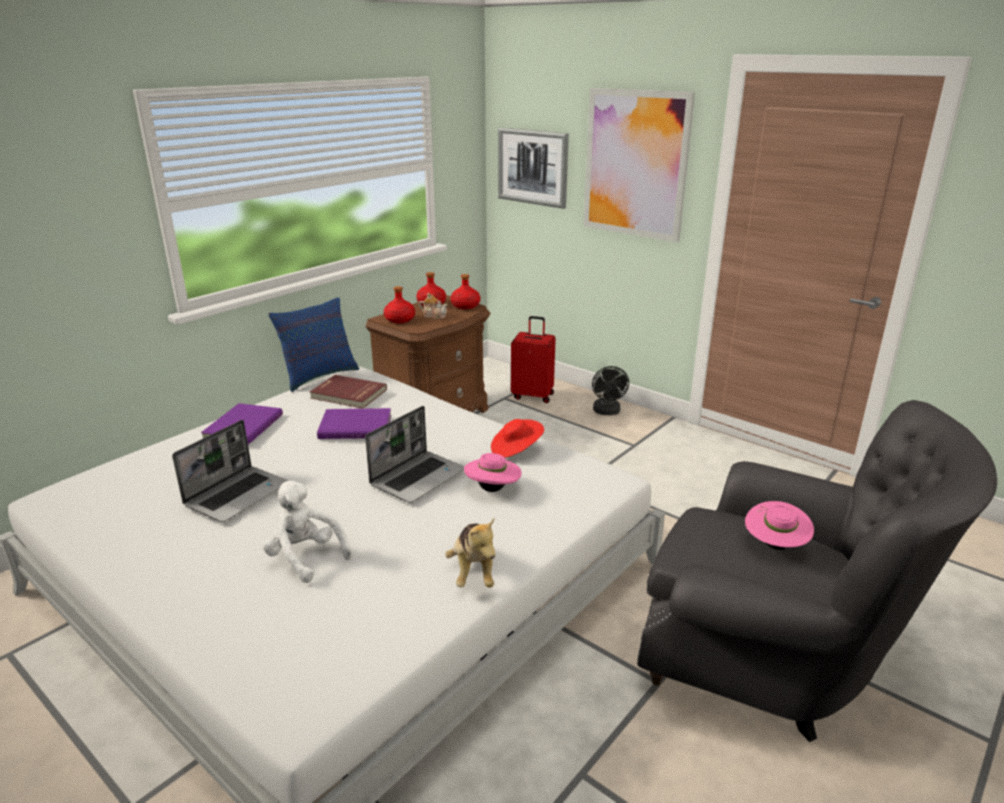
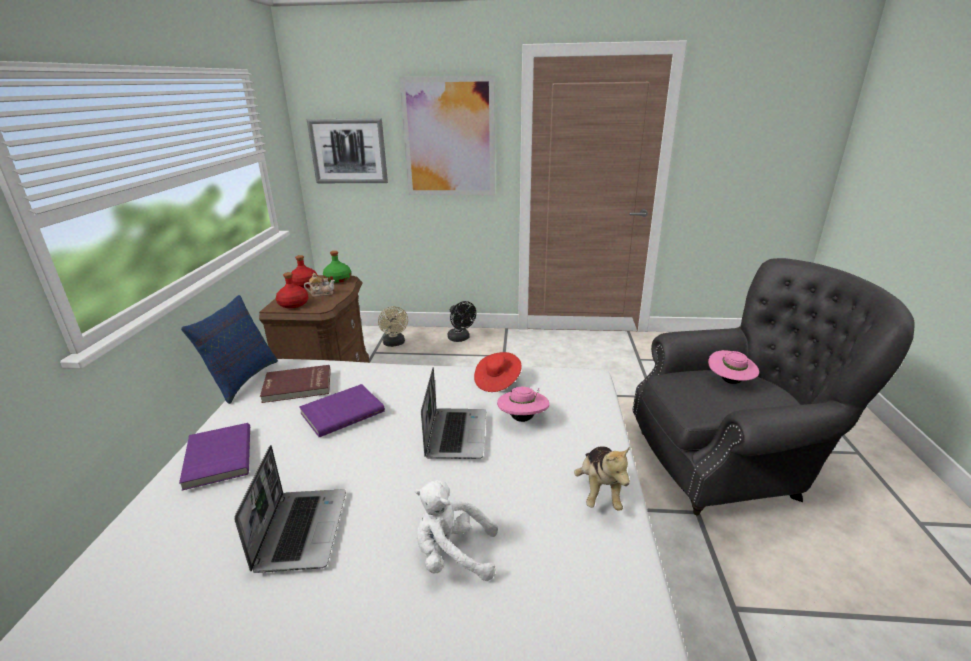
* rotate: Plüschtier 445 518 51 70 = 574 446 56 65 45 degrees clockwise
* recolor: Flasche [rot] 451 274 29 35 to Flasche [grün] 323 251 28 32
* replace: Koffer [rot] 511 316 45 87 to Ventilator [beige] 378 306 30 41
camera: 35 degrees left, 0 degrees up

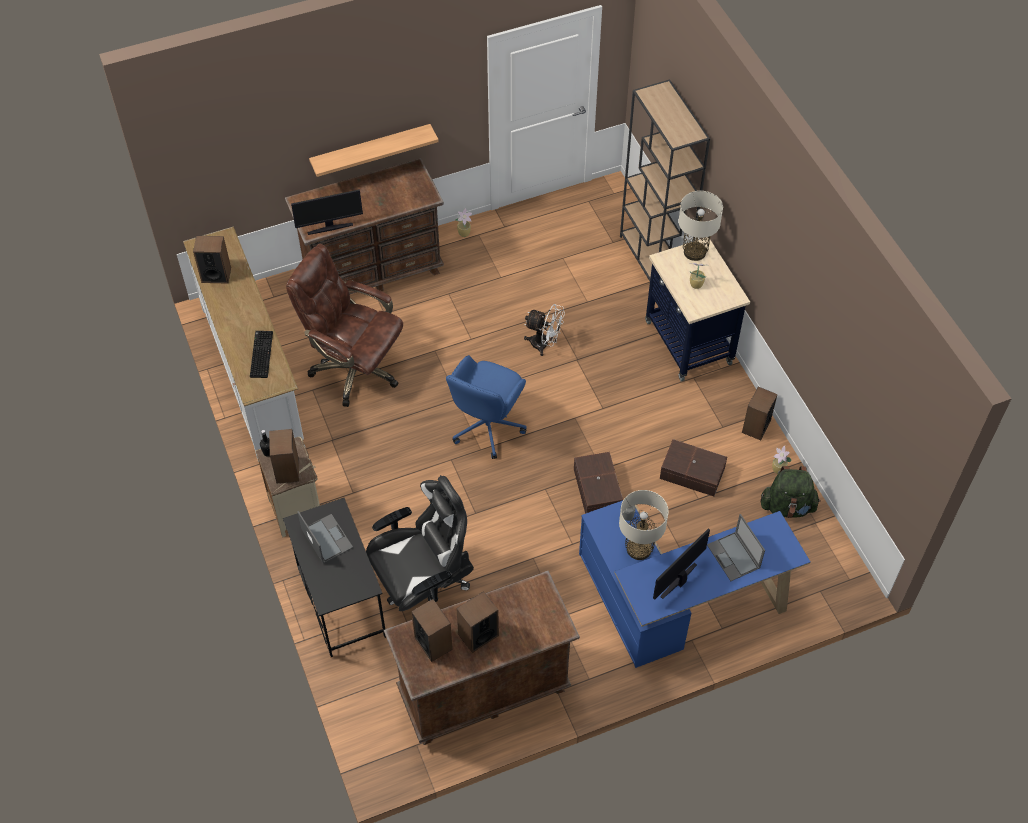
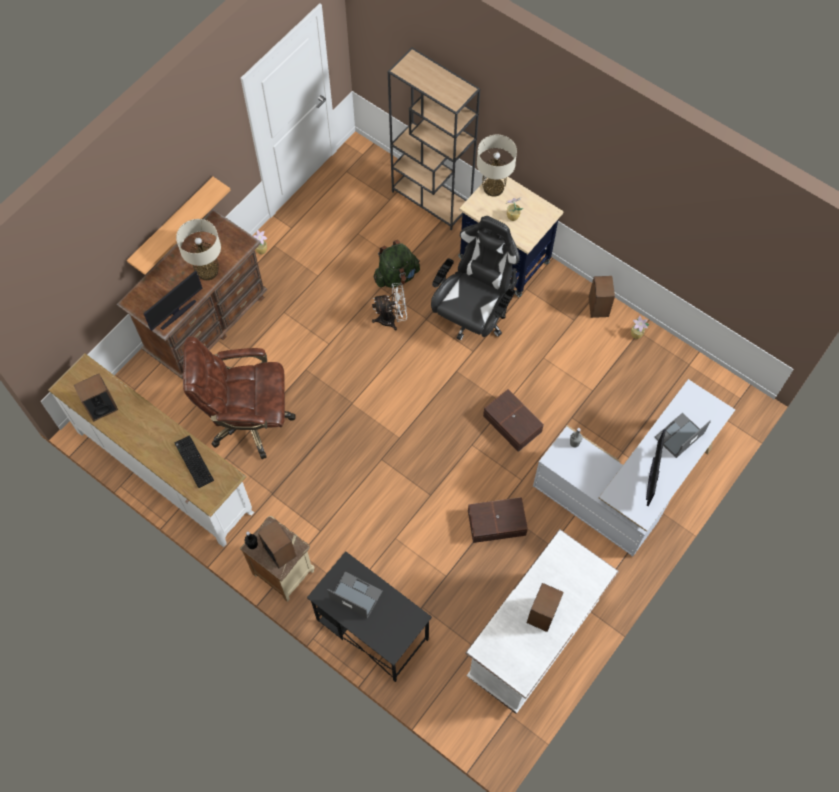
* move: Bürostuhl [schwarz] 366 475 108 136 to 431 216 89 125
* recolor: Kommode [braun] 384 571 196 174 to Kommode [weiß] 465 529 154 185
* delete: Lautsprecher 411 599 42 63
* delete: Bürostuhl [blau] 446 355 81 104
* recolor: Schreibtisch [blau] 579 500 231 168 to Schreibtisch [weiß] 533 379 202 178
* move: Tischlampe 619 490 49 70 to 176 219 45 61
* move: Aufbewahrungsbox [braun] 660 439 67 57 to 468 497 60 46
* rotate: Laptop 707 514 58 67 = 655 413 56 45 105 degrees clockwise
* move: Rucksack [grün] 761 466 60 52 to 374 240 46 48
camera: 30 degrees left, 10 degrees up

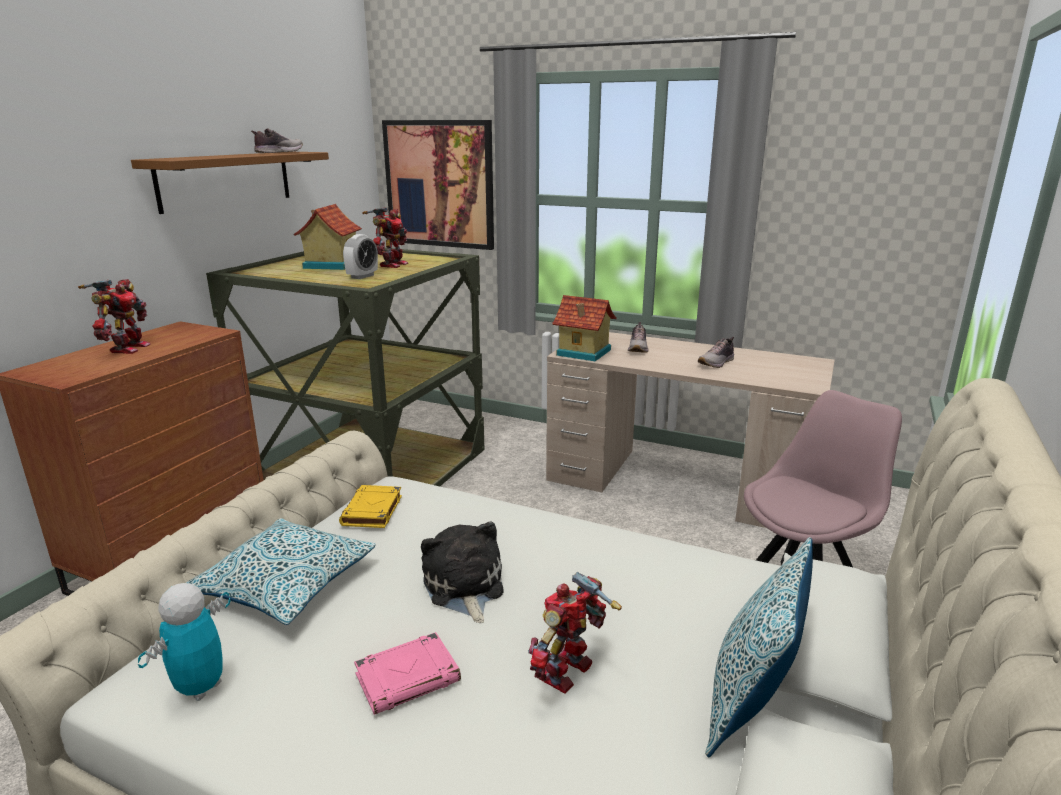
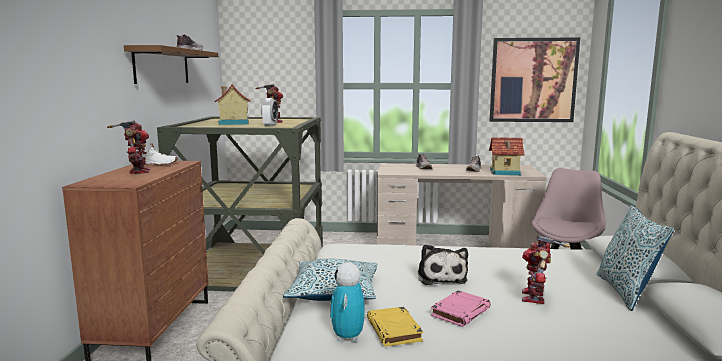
* move: Buch [gelb] 339 485 63 43 to 367 307 56 40
* move: Bild 382 120 112 130 to 490 38 90 84
* rotate: Plüschtier 421 521 83 102 = 418 244 50 41 150 degrees counterclockwise
* move: Spielzeughaus 552 295 65 66 to 489 137 35 38
* insert: Schuh [weiß] 141 143 37 22
camera: 20 degrees left, 10 degrees down

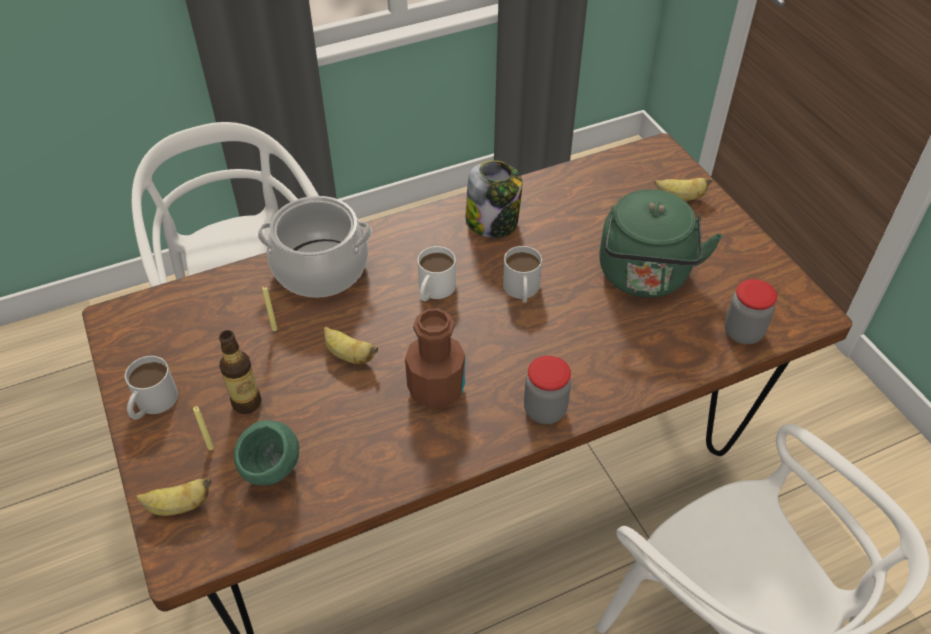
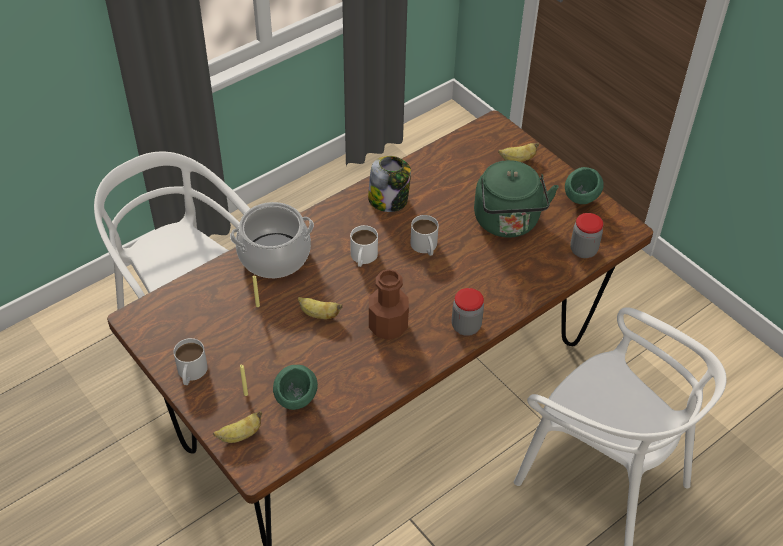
* delete: Flasche 219 330 42 84
* insert: Schüssel [grün] 565 167 39 37
camera: 15 degrees left, 0 degrees up

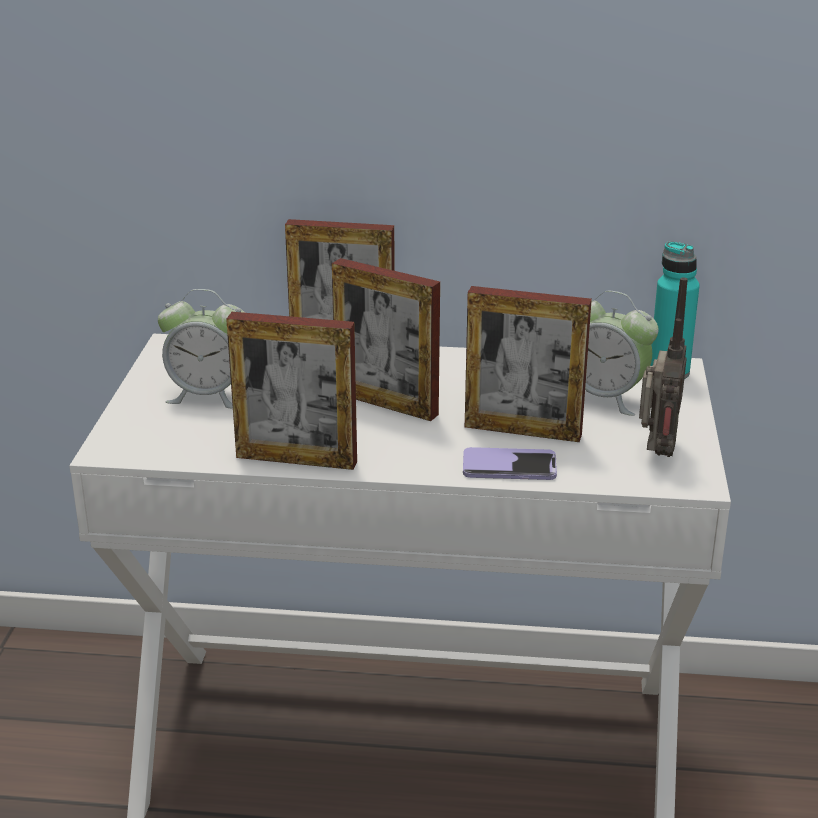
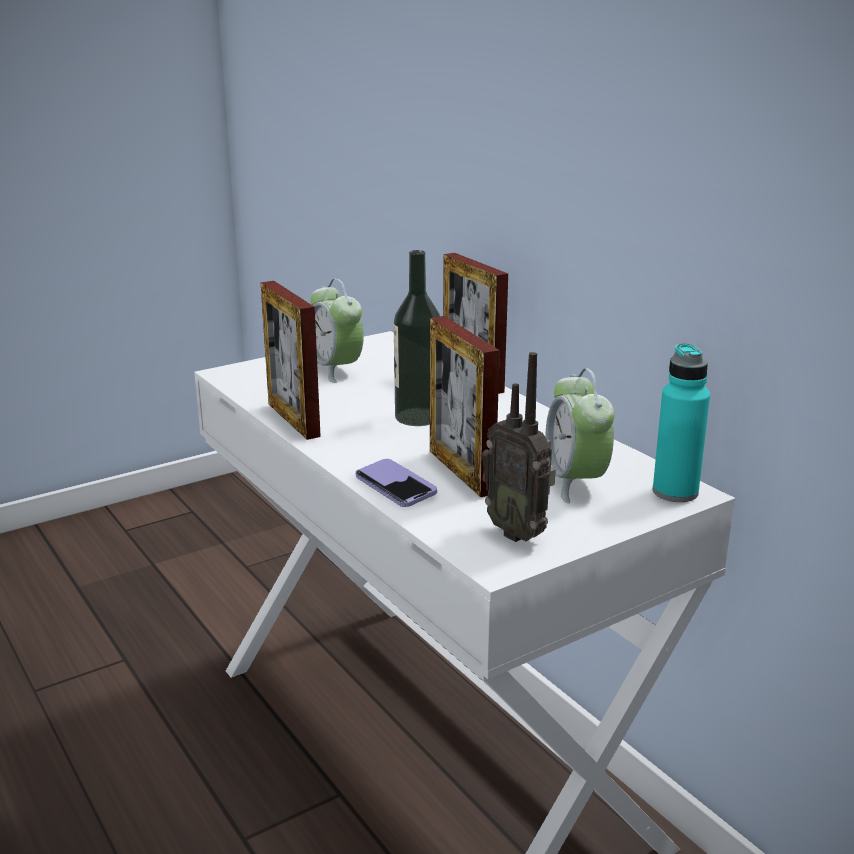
* replace: Bilderrahmen 332 258 108 163 to Flasche 394 250 46 176
* rotate: Radio 639 277 49 180 = 482 352 74 190 75 degrees clockwise
camera: 50 degrees right, 5 degrees down

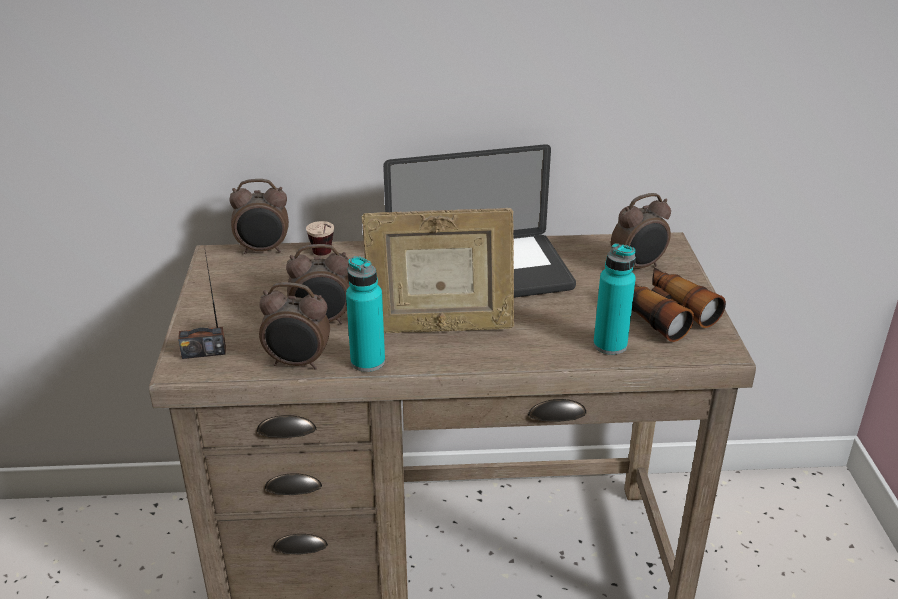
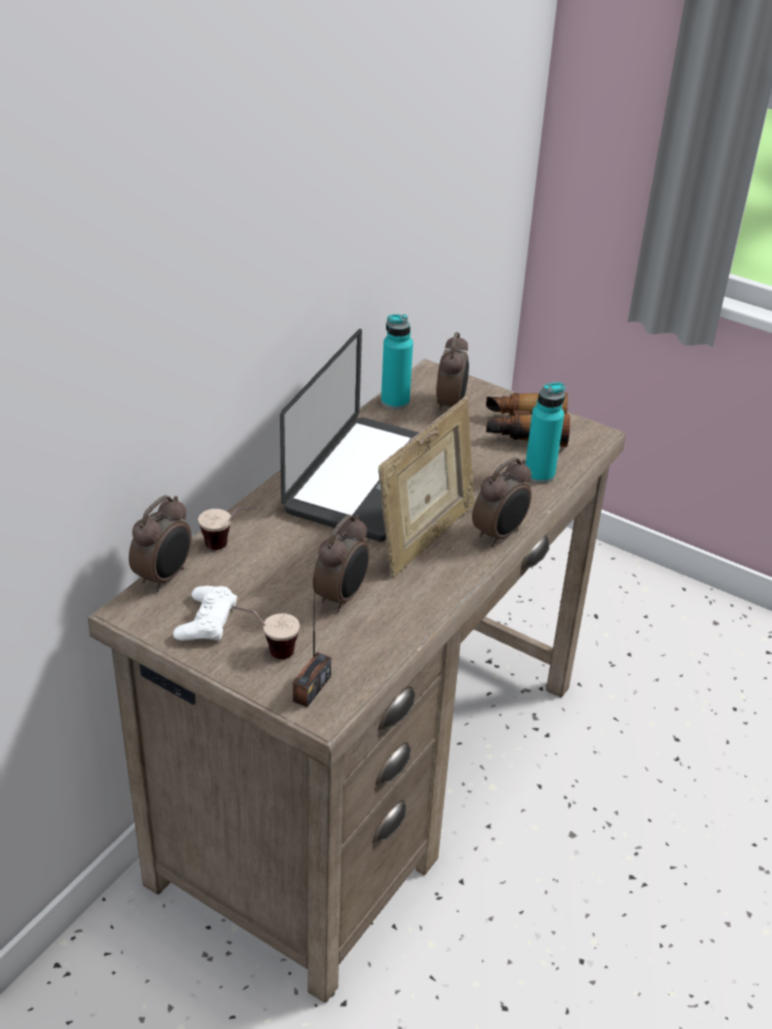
* move: Wecker 259 282 71 87 to 472 457 60 90
* move: Flasche [türkis] 346 256 39 116 to 381 314 32 96
* insert: Gamepad [weiß] 173 586 64 55
* insert: Tasse 232 606 68 53
camera: 55 degrees left, 5 degrees up

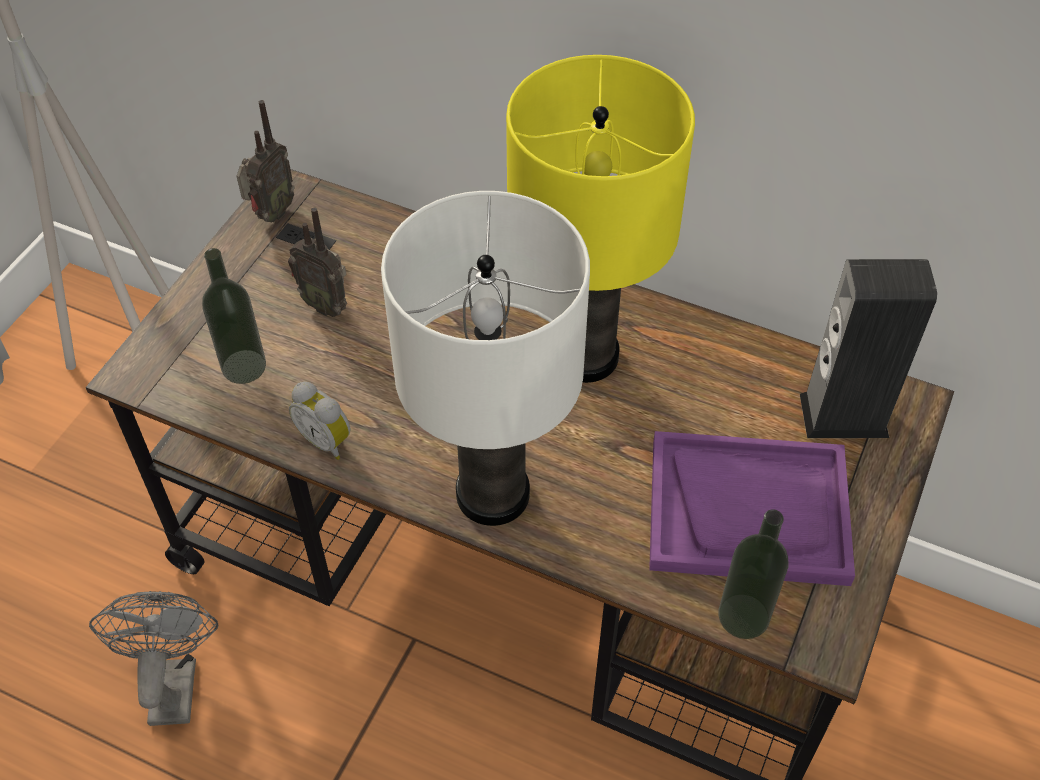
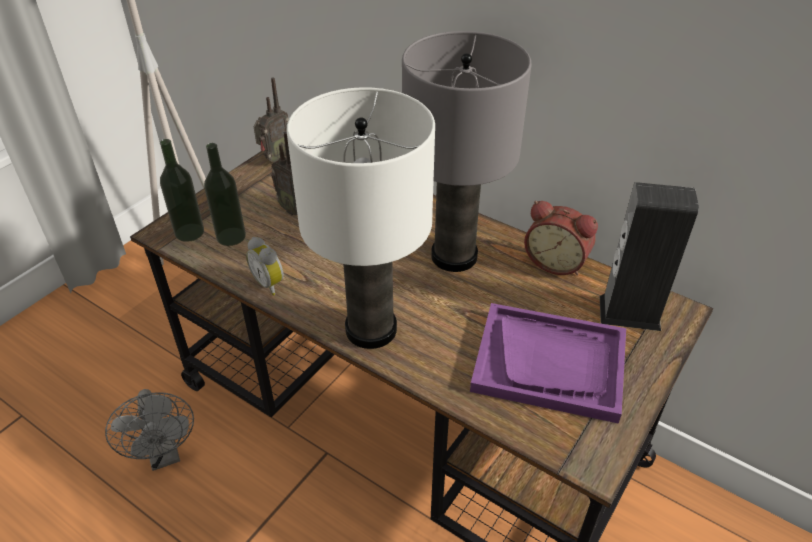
* rotate: Ventilator [grau] 89 591 129 135 = 105 389 89 82 150 degrees clockwise
* recolor: Tischlampe [gelb] 506 55 189 328 to Tischlampe [grau] 402 31 130 241
* move: Flasche 718 509 70 130 to 160 139 44 103
* insert: Wecker 524 201 74 74
camera: 10 degrees right, 10 degrees down

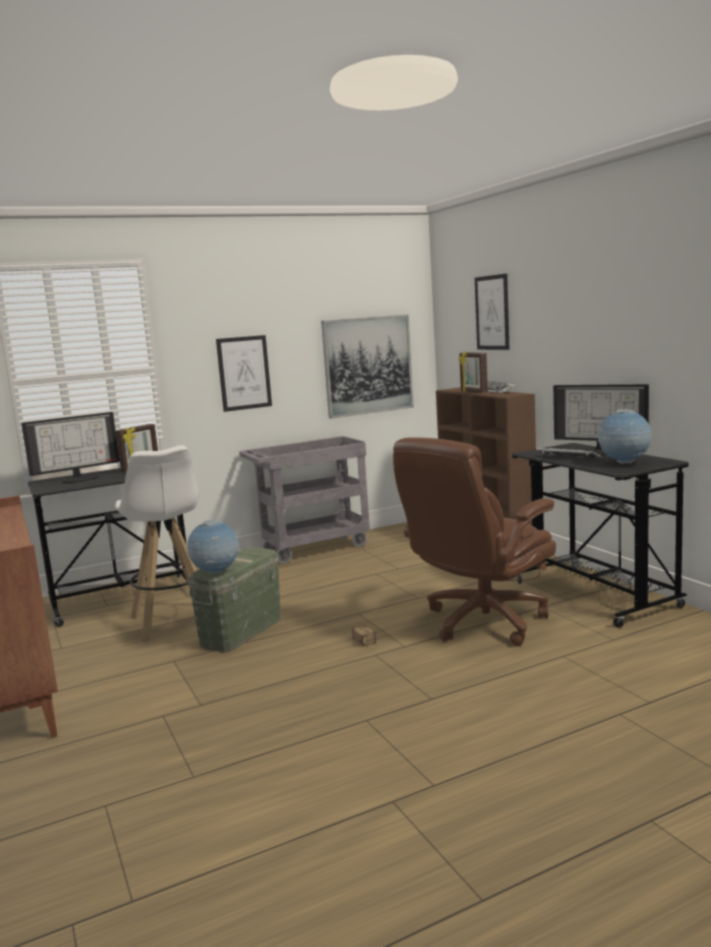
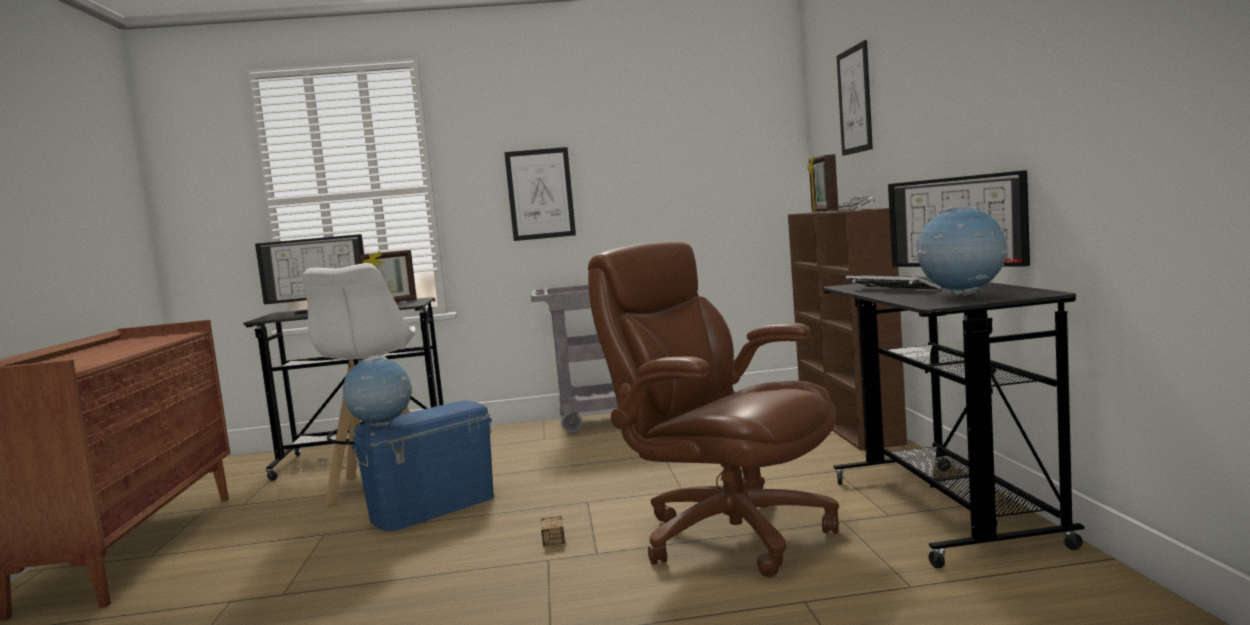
* recolor: Aufbewahrungsbox [grün] 188 547 93 105 to Aufbewahrungsbox [blau] 351 401 143 130
* delete: Bild 321 315 93 103
* rotate: Bürostuhl [braun] 393 437 163 210 = 588 241 251 336 60 degrees clockwise
camera: 20 degrees right, 5 degrees down

